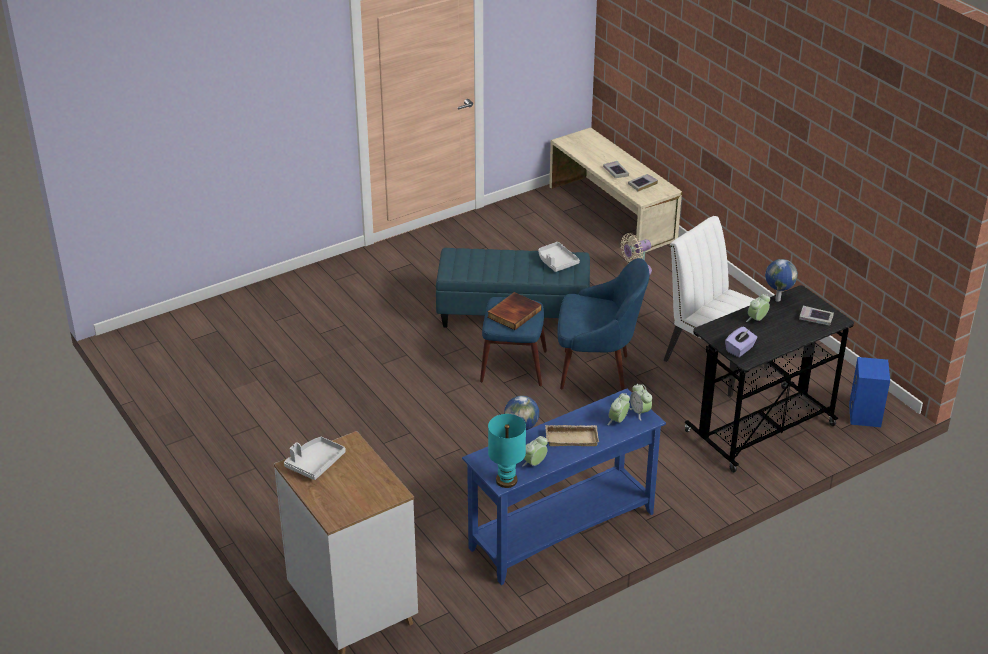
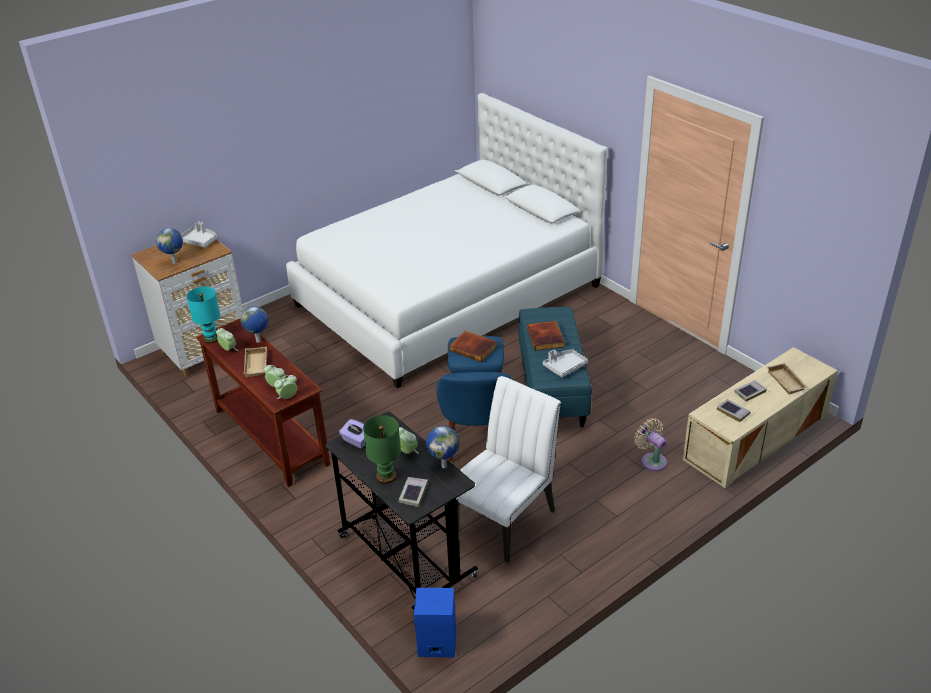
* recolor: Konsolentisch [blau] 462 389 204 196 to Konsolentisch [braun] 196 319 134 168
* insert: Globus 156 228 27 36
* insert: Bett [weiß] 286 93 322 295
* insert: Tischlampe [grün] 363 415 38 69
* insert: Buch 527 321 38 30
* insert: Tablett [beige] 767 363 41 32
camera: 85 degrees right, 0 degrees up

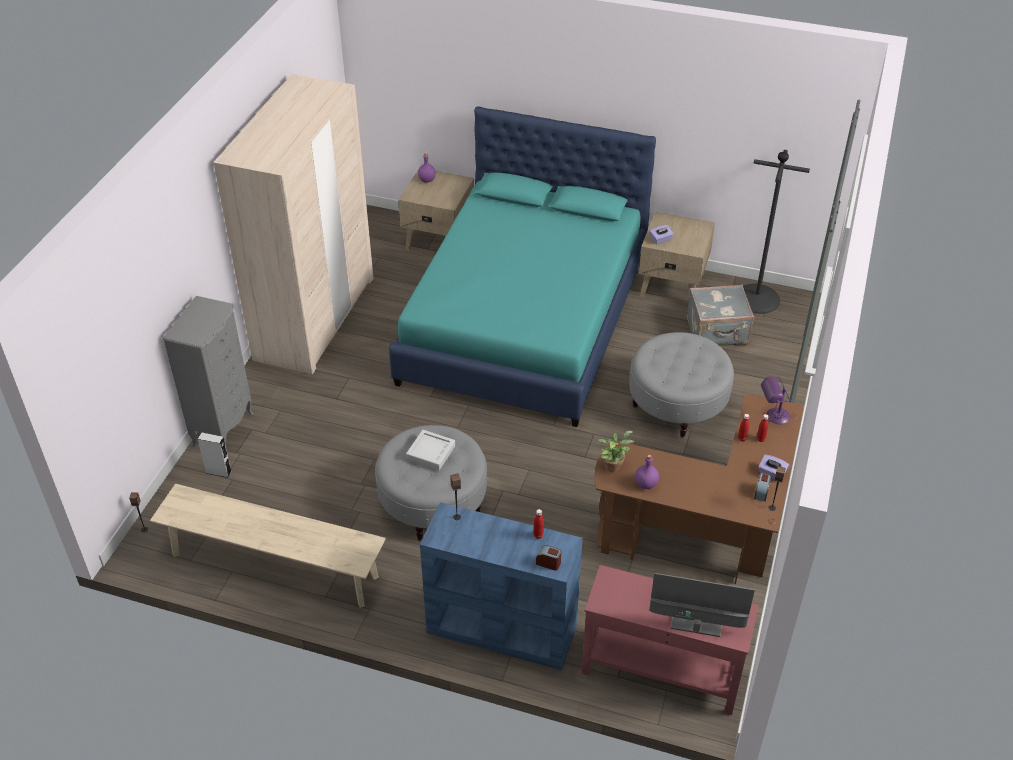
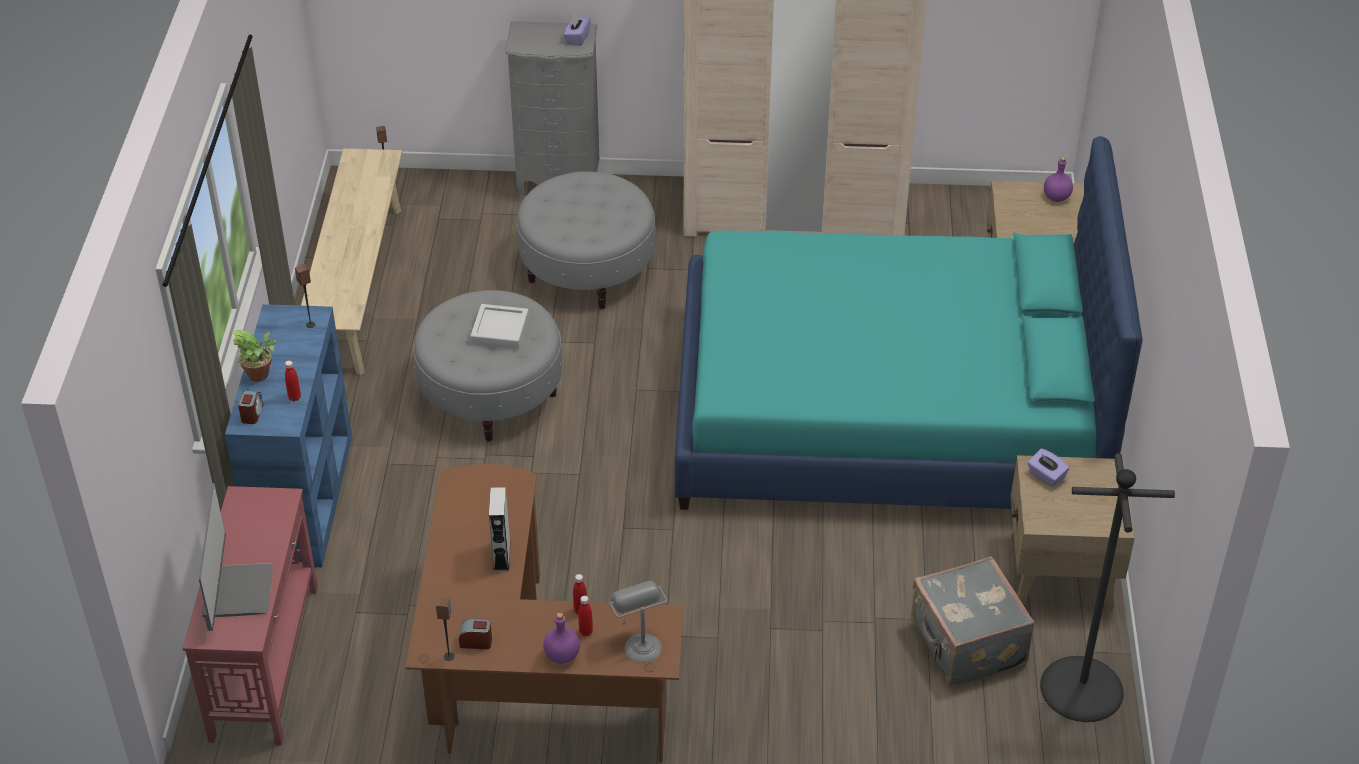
* move: Lautsprecher [grau] 198 432 34 46 to 489 487 22 84
* move: Topfpflanze 598 431 36 42 to 231 330 46 52
* move: Polsterhocker [grau] 629 332 105 106 to 516 171 140 139
* move: Flasche [lila] 635 455 24 34 to 543 613 37 51
* move: Taschentuchbox [lila] 758 455 31 24 to 564 14 27 32
* recolor: Tischlampe [lila] 761 377 29 47 to Tischlampe [grau] 609 581 58 82
camera: 75 degrees right, 0 degrees up

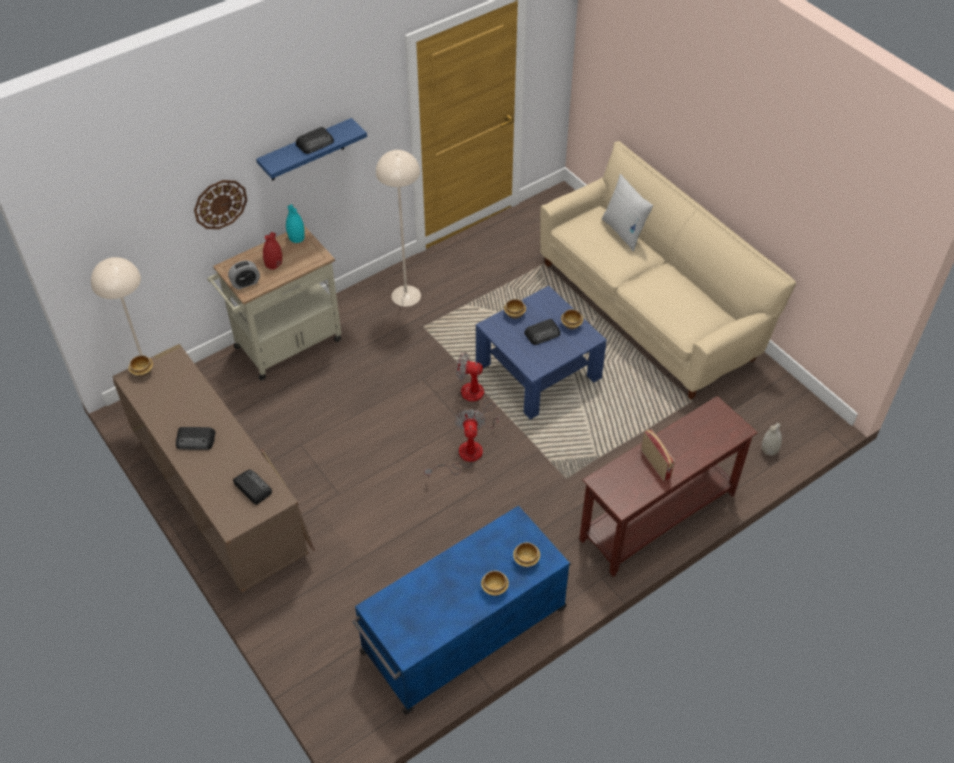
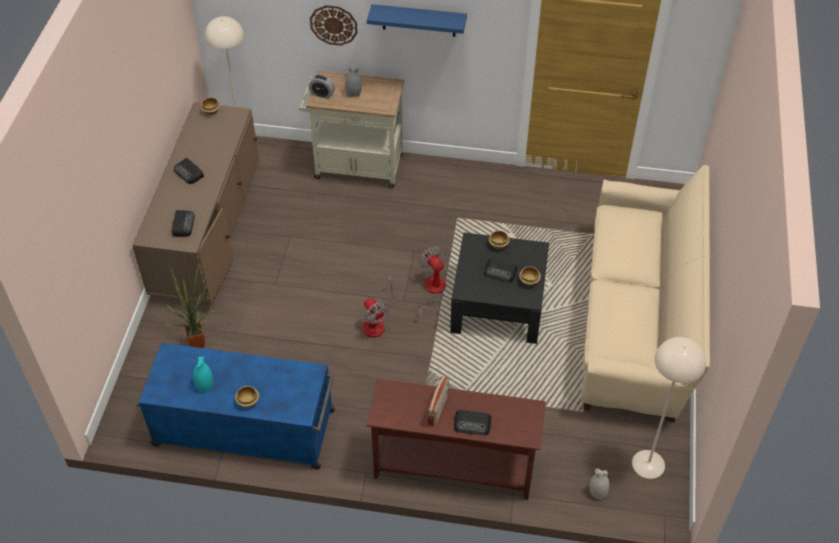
* recolor: Vase [rot] 263 232 19 38 to Vase [grau] 345 66 17 31
* move: Vase [türkis] 286 204 19 39 to 193 357 20 35
* move: Radio 296 127 38 27 to 454 410 37 25
* move: Stehlampe [beige] 376 150 45 157 to 632 337 74 142
* rotate: Ventilator 424 409 62 68 = 363 275 31 63 105 degrees clockwise
* recolor: Couchtisch [blau] 476 286 131 134 to Couchtisch [schwarz] 450 232 99 112
* delete: Schüssel 513 542 27 25
* delete: Kissen [grau] 602 174 51 77
* insert: Topfpflanze 157 262 60 86
camera: 45 degrees right, 0 degrees up

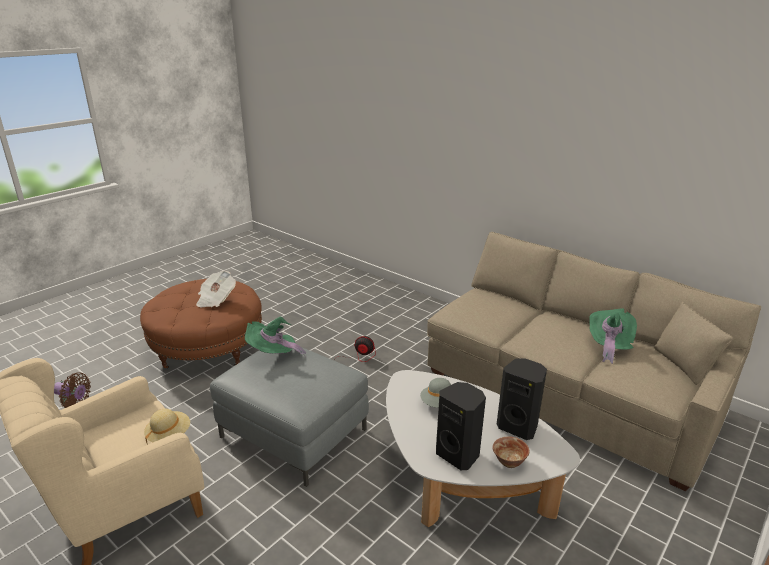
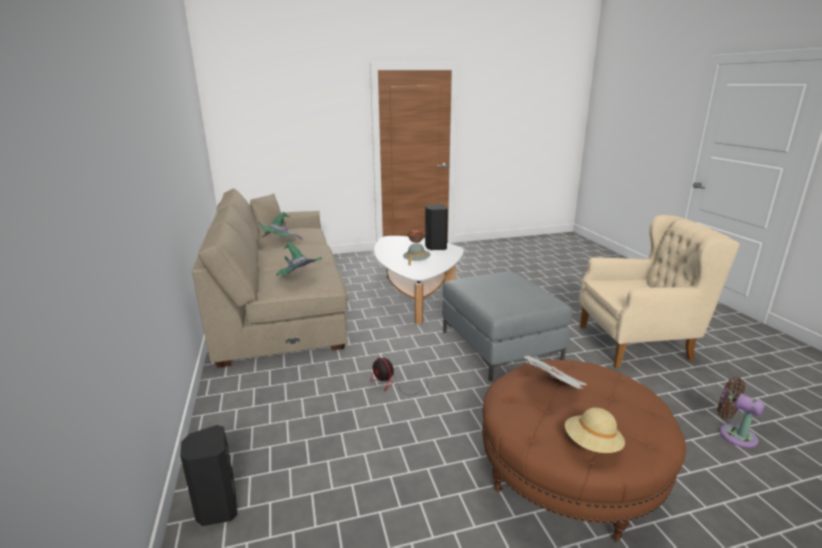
* move: Hut [beige] 144 409 46 36 to 565 407 60 46
* move: Hut [grün] 245 317 61 39 to 276 242 46 34
* move: Lautsprecher [schwarz] 497 358 50 82 to 180 425 57 101
camera: 145 degrees left, 5 degrees down

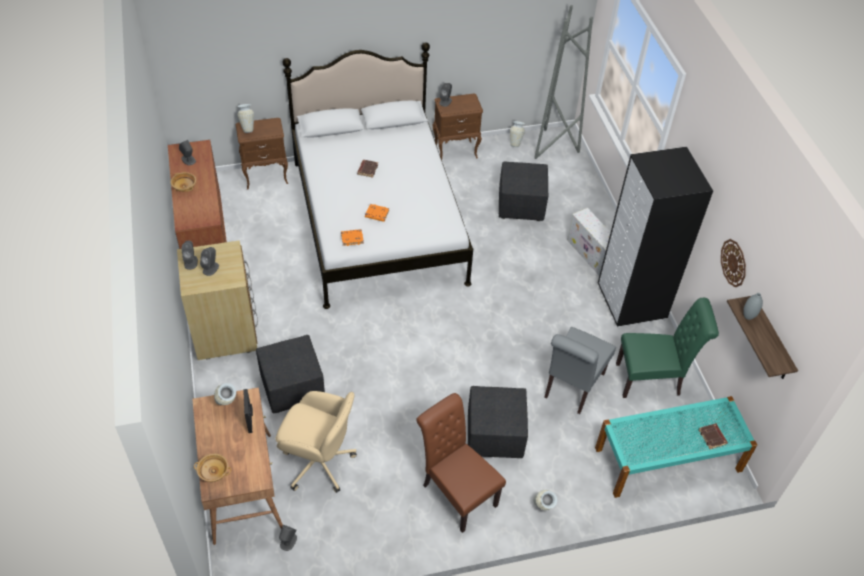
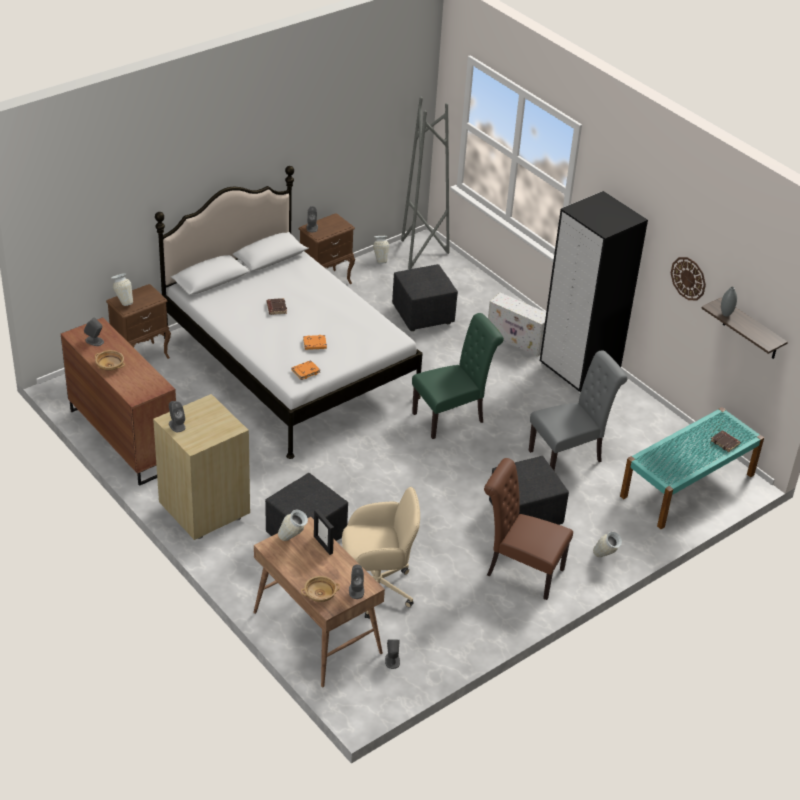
* move: Lautsprecher [grau] 200 247 19 29 to 349 564 15 35
* rotate: Stuhl [grau] 545 327 71 87 = 529 350 99 120 120 degrees counterclockwise
* move: Stuhl [grün] 616 298 103 100 to 412 313 92 126
camera: 25 degrees left, 10 degrees down

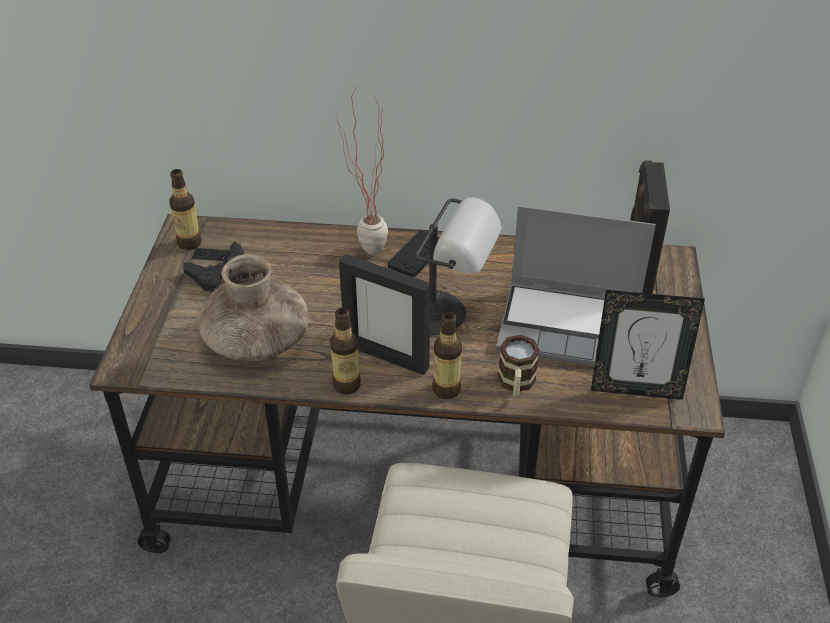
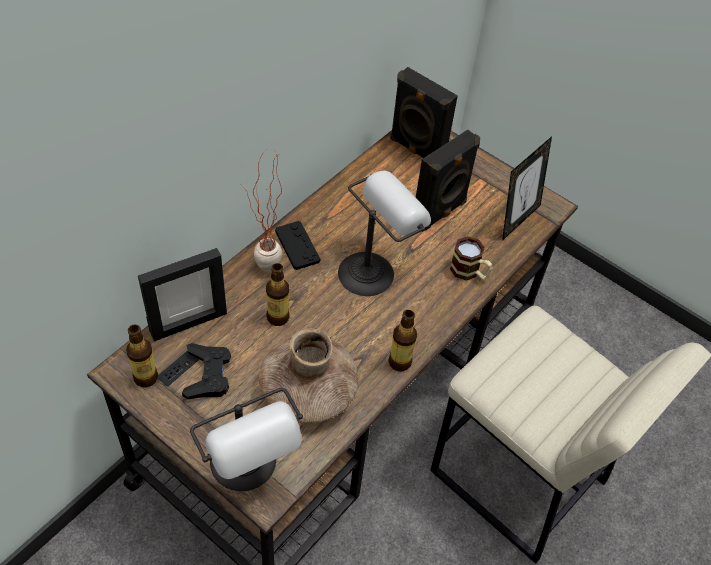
* move: Bilderrahmen 339 254 91 121 to 138 248 89 93
* move: Flasche 432 312 30 87 to 266 263 24 63
* replace: Laptop 496 206 160 160 to Lautsprecher [schwarz] 416 130 64 102
* insert: Tischlampe 190 388 113 103
camera: 60 degrees left, 10 degrees up

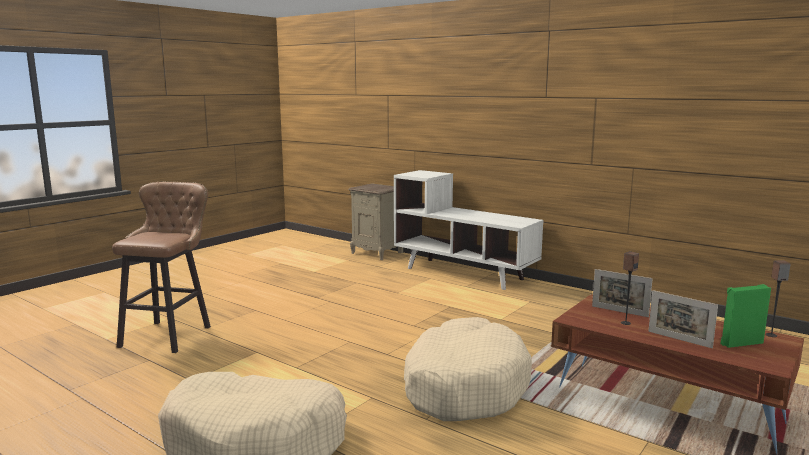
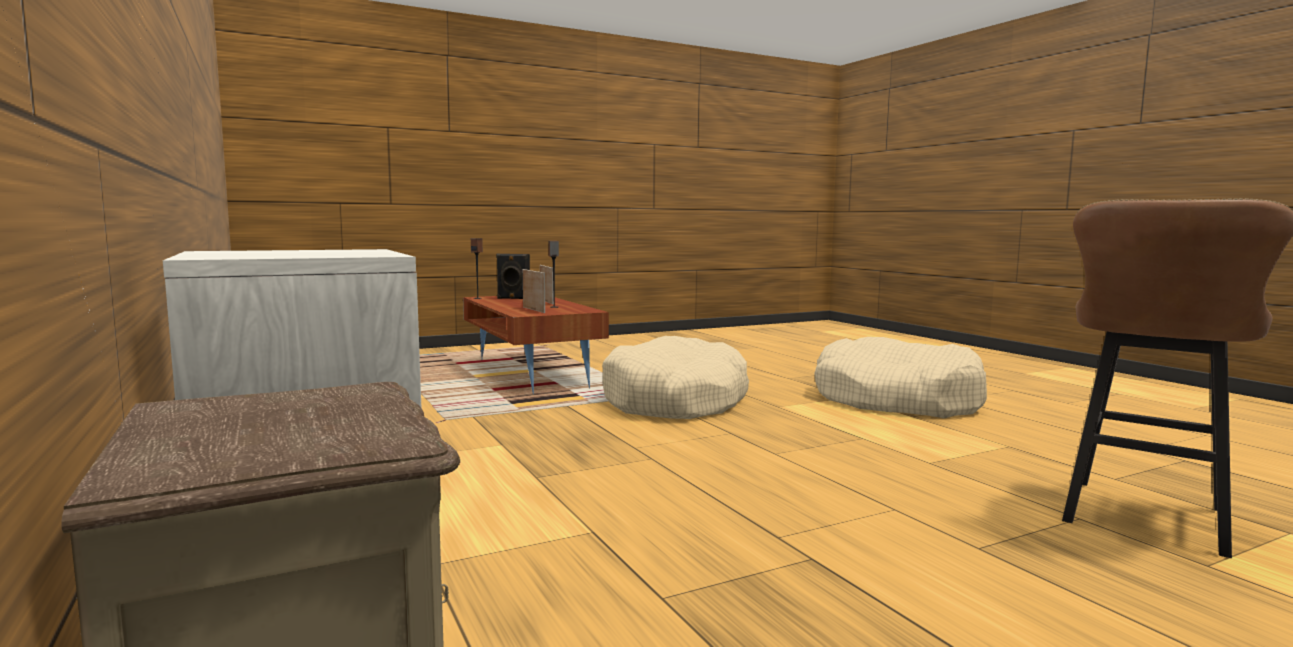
* recolor: Lautsprecher [grün] 721 284 50 64 to Lautsprecher [schwarz] 496 254 34 45
camera: 155 degrees left, 5 degrees down

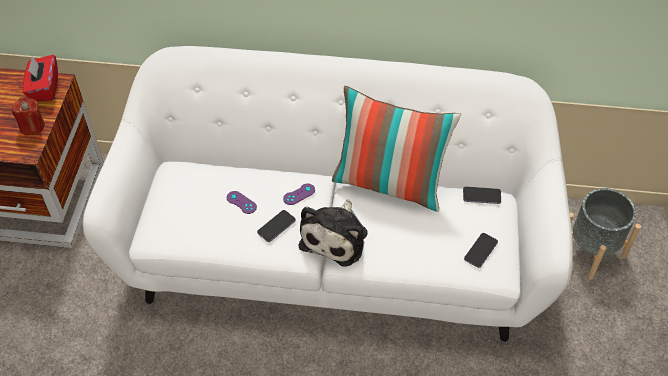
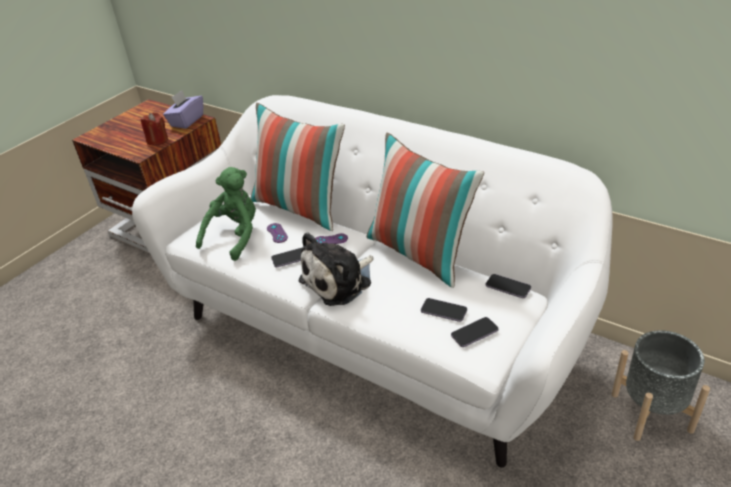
* recolor: Taschentuchbox [rot] 22 55 36 46 to Taschentuchbox [lila] 163 90 40 39
* insert: Plüschtier [grün] 196 167 60 94
* insert: Kissen 250 103 95 128
* insert: Handy 421 298 46 24
camera: 30 degrees right, 15 degrees down

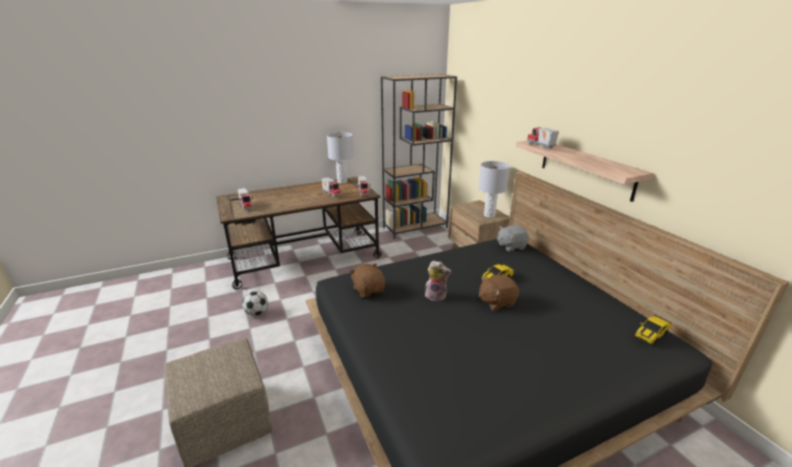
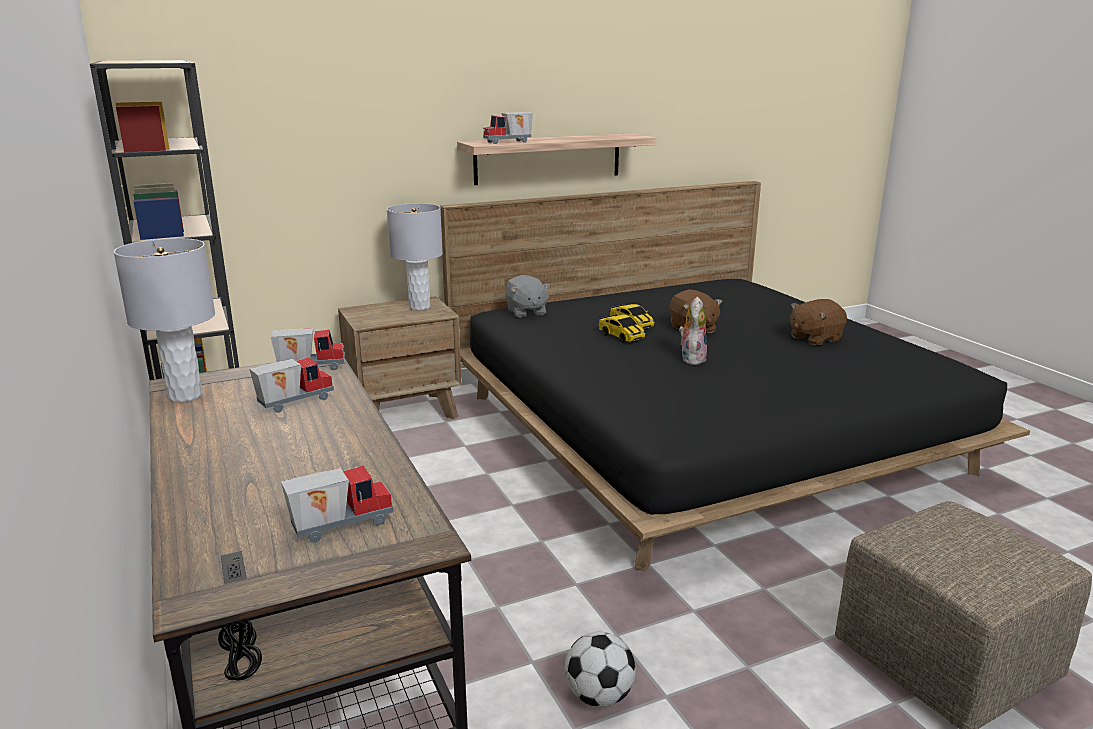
* move: Plüschtier [braun] 350 263 35 35 to 790 299 57 46
* move: Spielzeugauto 635 315 37 30 to 599 315 46 28
camera: 90 degrees left, 5 degrees down

